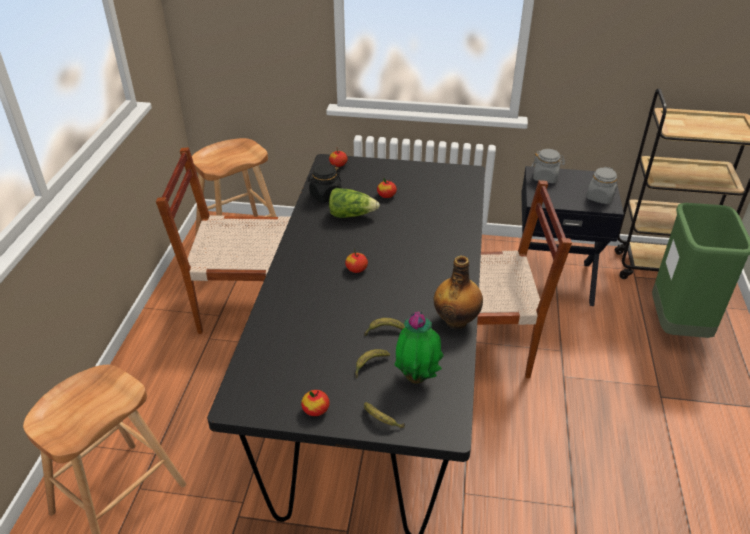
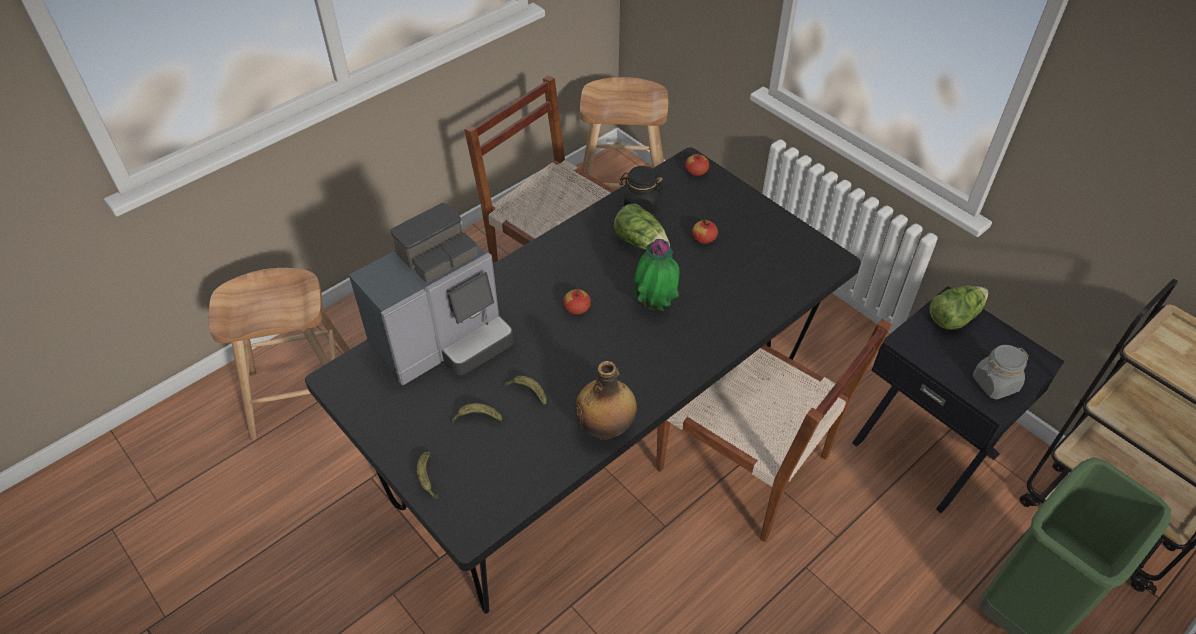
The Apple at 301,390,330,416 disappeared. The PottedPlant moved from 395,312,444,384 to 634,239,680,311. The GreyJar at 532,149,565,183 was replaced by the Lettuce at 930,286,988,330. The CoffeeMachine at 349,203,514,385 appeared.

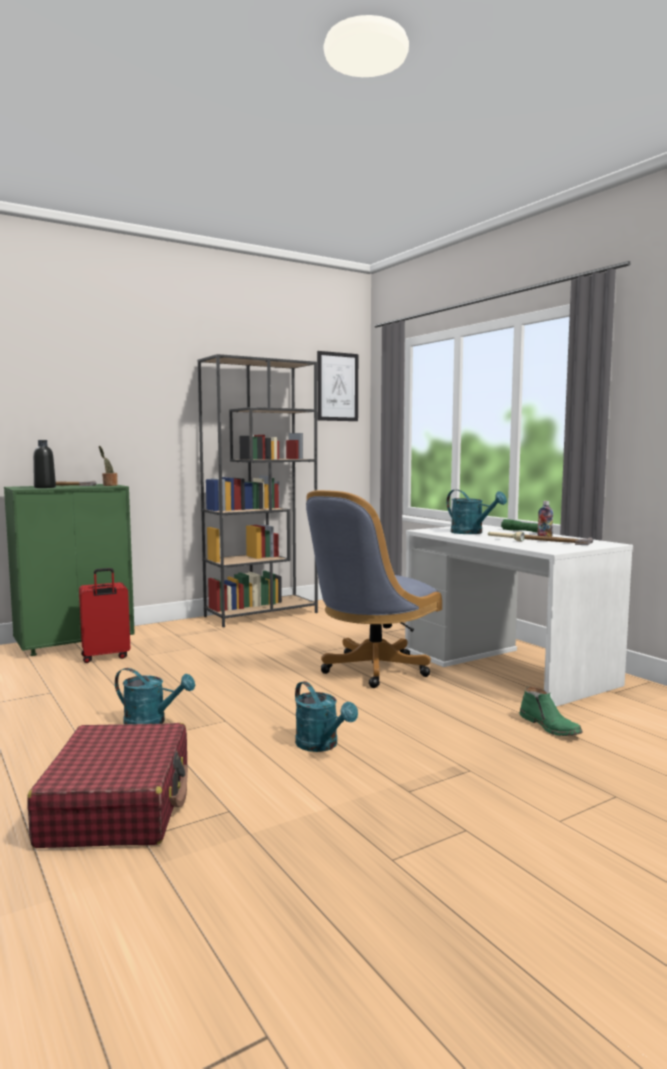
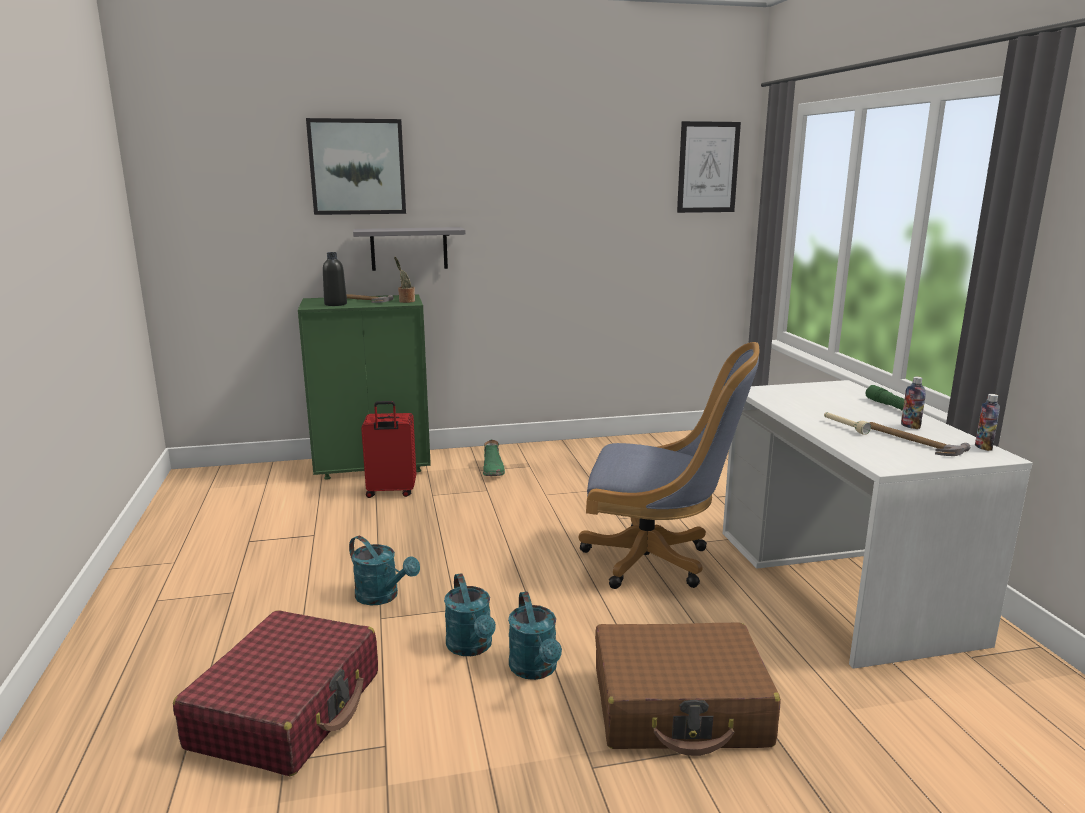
The Bookcase at 198,354,318,627 disappeared. The BlueOfficeChair at 306,490,442,688 turned 135 degrees counterclockwise. The TurquoiseWateringCan moved from 446,490,507,534 to 444,573,496,656. The GreenBoot moved from 520,687,583,736 to 483,440,505,476. The Picture at 306,118,406,215 appeared. The GreyShelf at 353,227,466,271 appeared. The BrownSuitcase at 595,623,781,756 appeared. The Bottle at 975,394,1000,451 appeared.

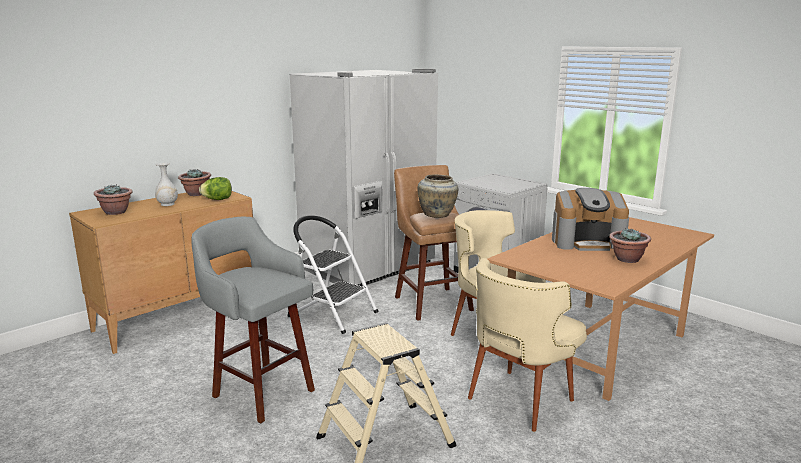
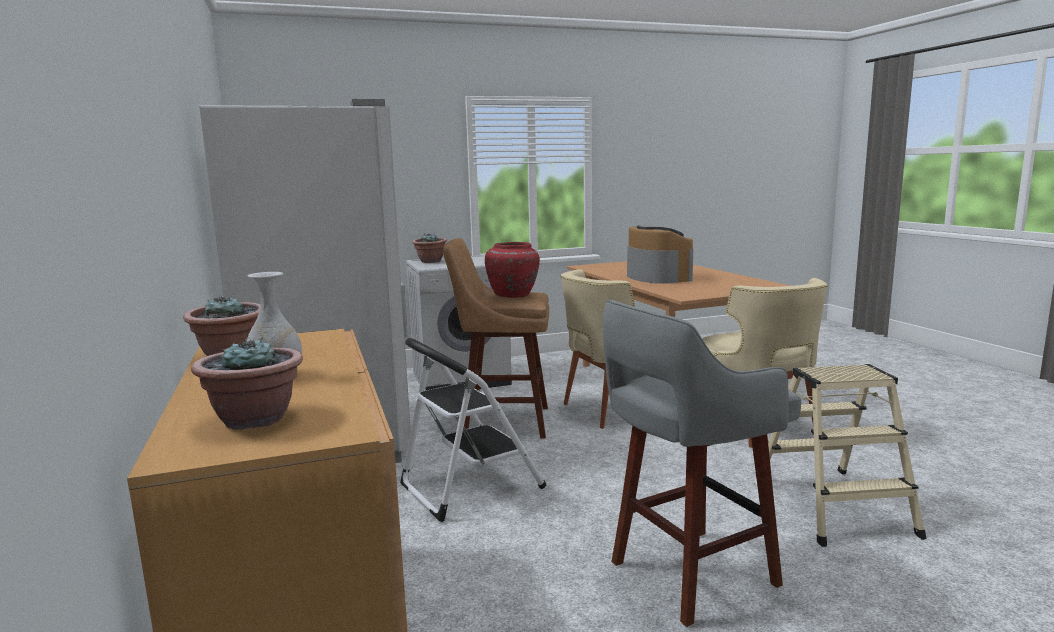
The Lettuce at 199,177,232,200 disappeared. The BeigeVase at 417,174,458,218 became the RedVase at 485,242,540,298. The CoffeeMachine at 552,188,629,251 turned 45 degrees counterclockwise. The PottedPlant moved from 609,228,651,263 to 412,233,447,263.

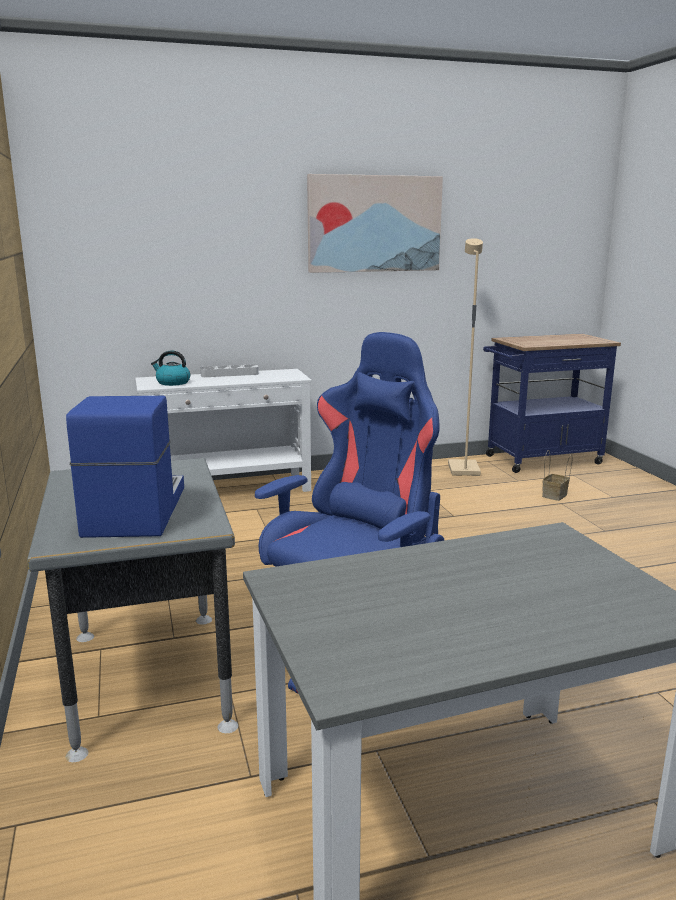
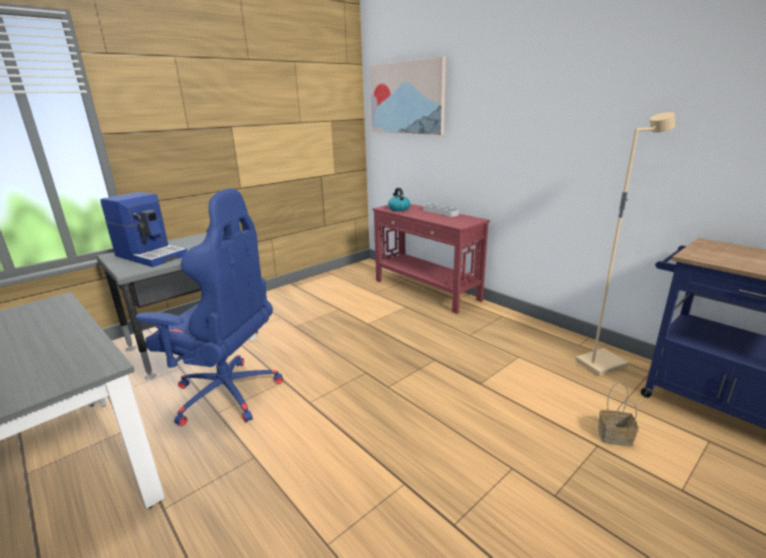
The CoffeeMachine at 66,396,184,538 turned 60 degrees clockwise. The WhiteConsoleTable at 135,369,312,492 became the RedConsoleTable at 373,204,490,314. The Picture moved from 307,174,443,273 to 370,56,446,135.

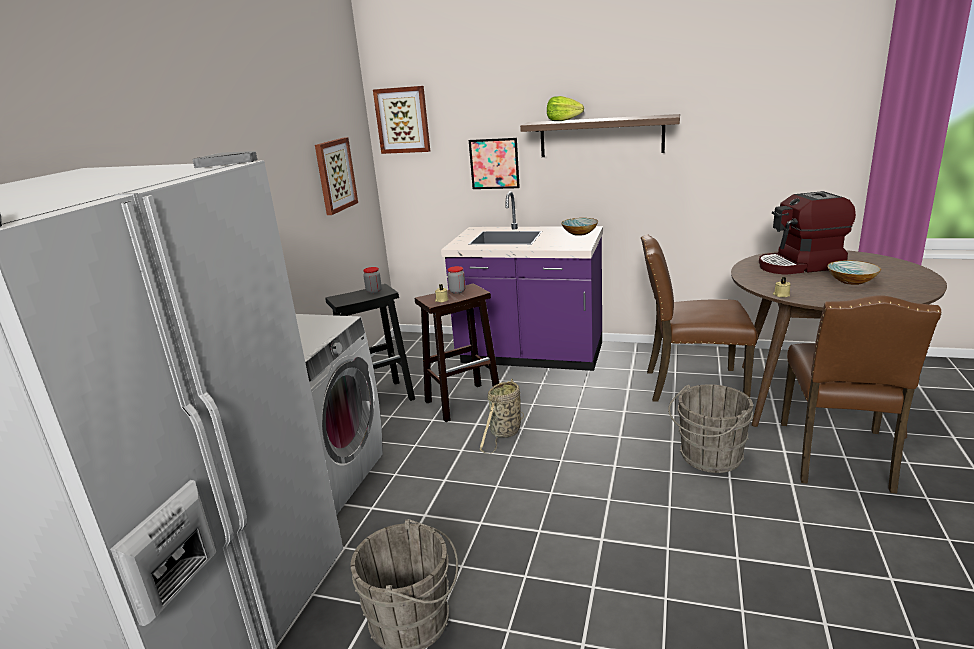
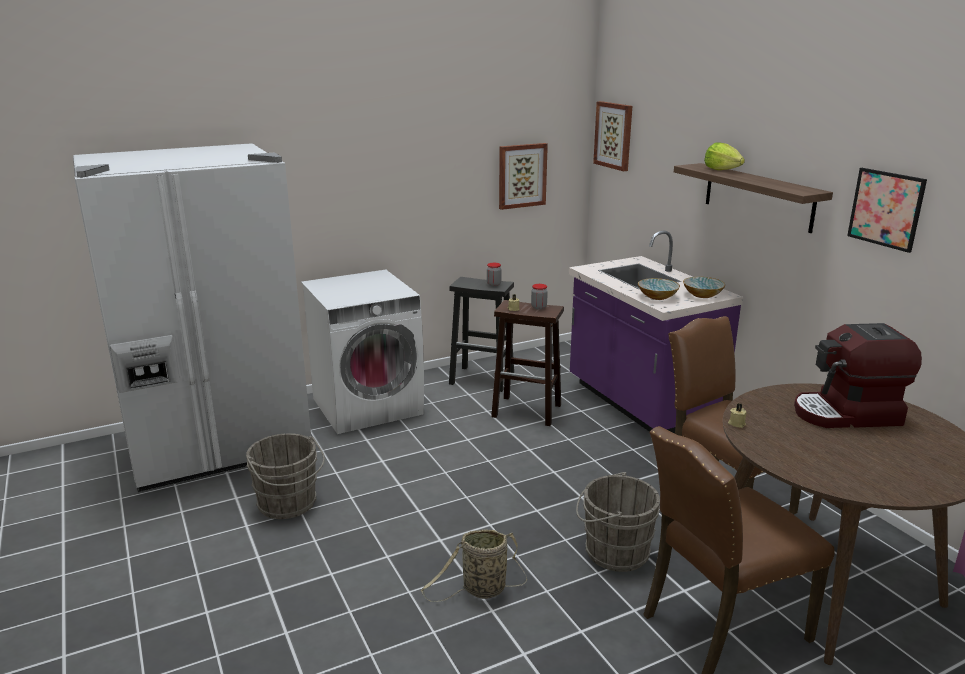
The Picture moved from 469,138,520,189 to 847,168,927,253. The Basket moved from 480,379,524,454 to 421,529,527,602. The CoffeeMachine at 759,191,856,275 turned 45 degrees counterclockwise. The Bowl moved from 827,260,881,285 to 638,278,680,300.

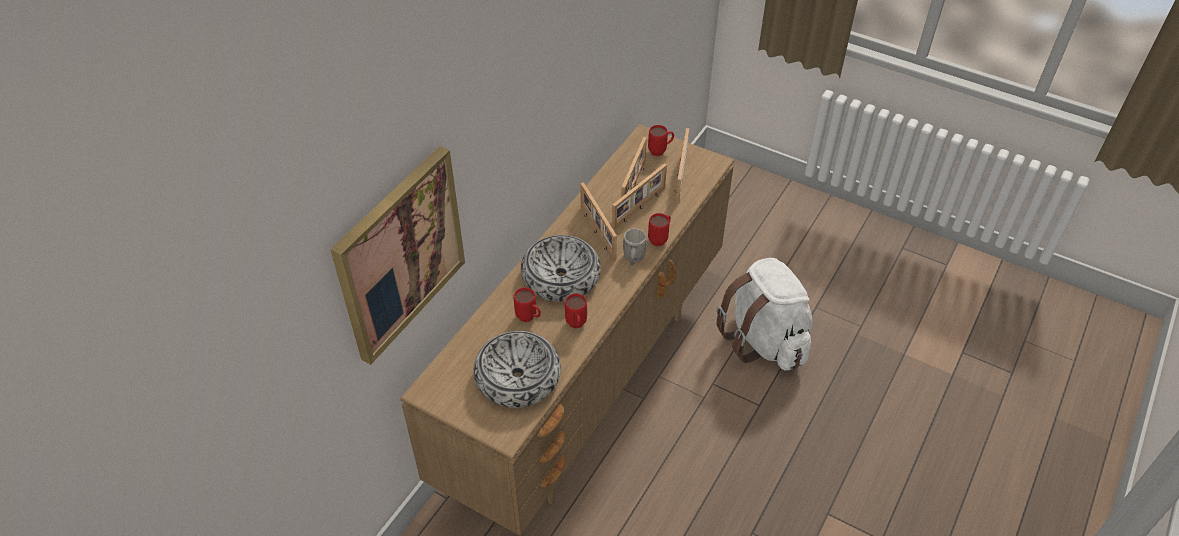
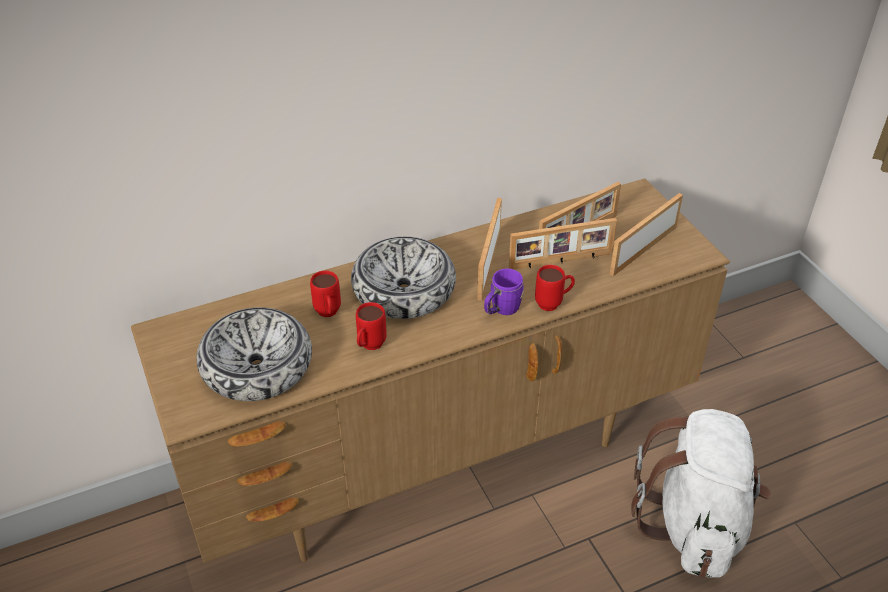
The Picture at 330,146,465,365 disappeared. The GreyMug at 623,228,647,266 became the PurpleMug at 484,269,524,315. The RedMug at 648,125,674,156 disappeared.

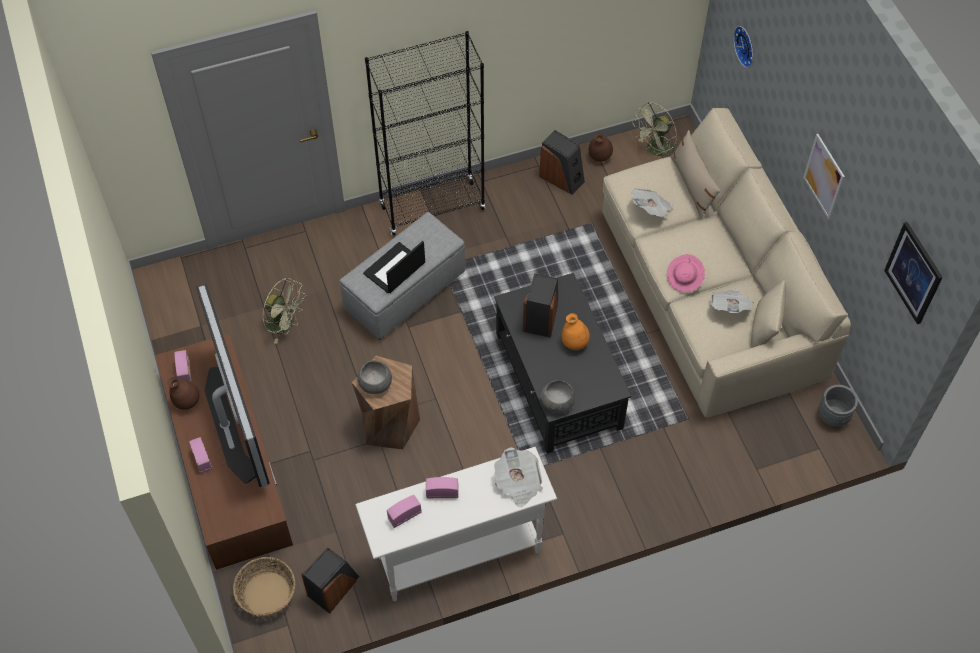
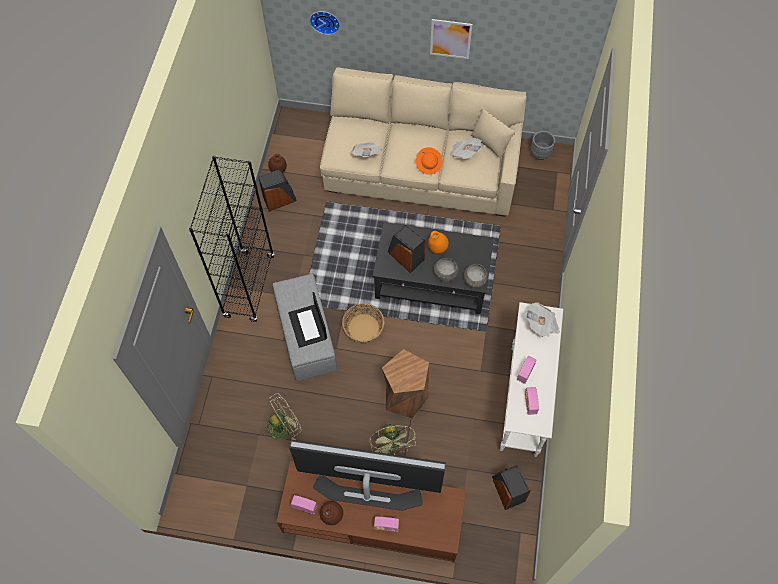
The Basket moved from 233,557,295,617 to 342,303,384,343. The GreyBowl moved from 358,360,392,394 to 434,258,459,282. The GreenFan moved from 632,102,677,157 to 369,423,416,454. The PinkHat at 667,254,705,293 became the OrangeHat at 416,147,443,175. The BeigePillow at 670,130,720,219 disappeared. The Picture at 884,222,943,324 disappeared.

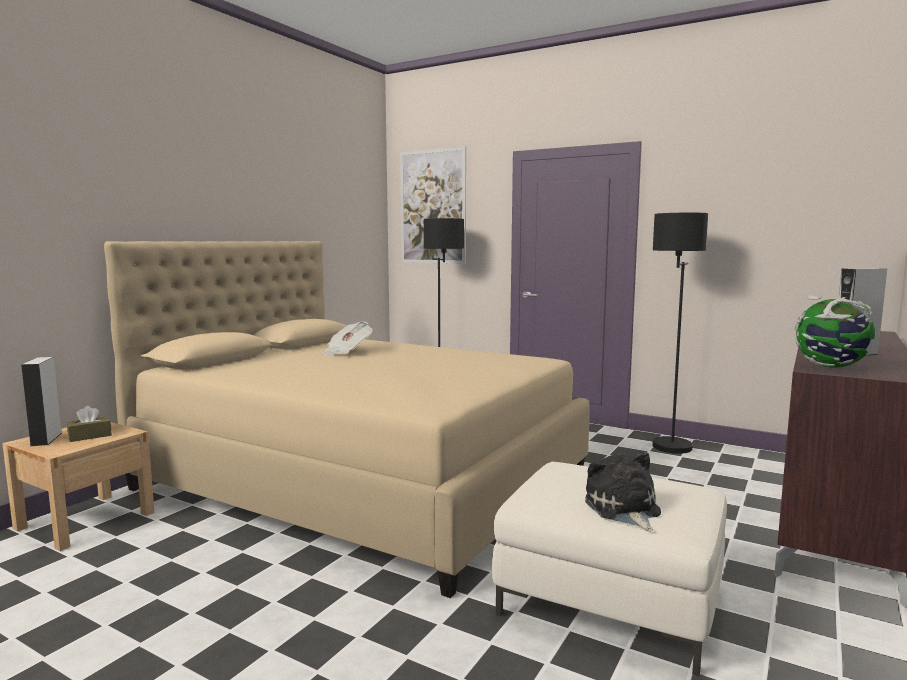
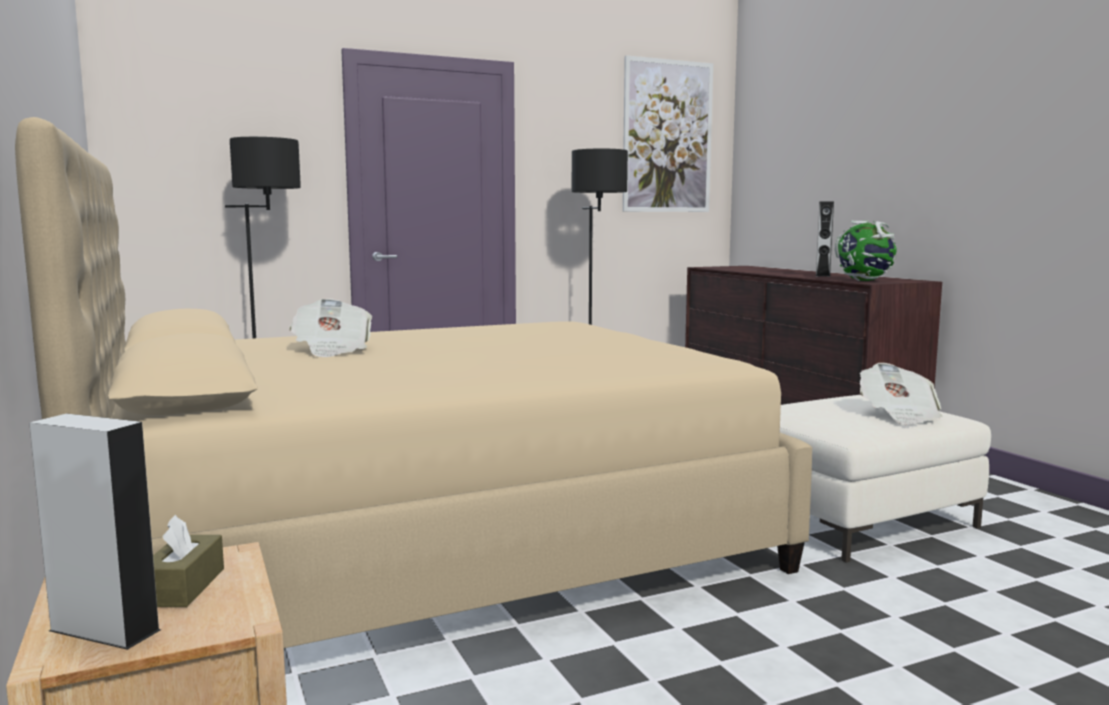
The Picture moved from 400,146,466,264 to 623,55,713,212. The PlushToy at 585,452,661,531 was replaced by the Newspaper at 860,363,942,425.

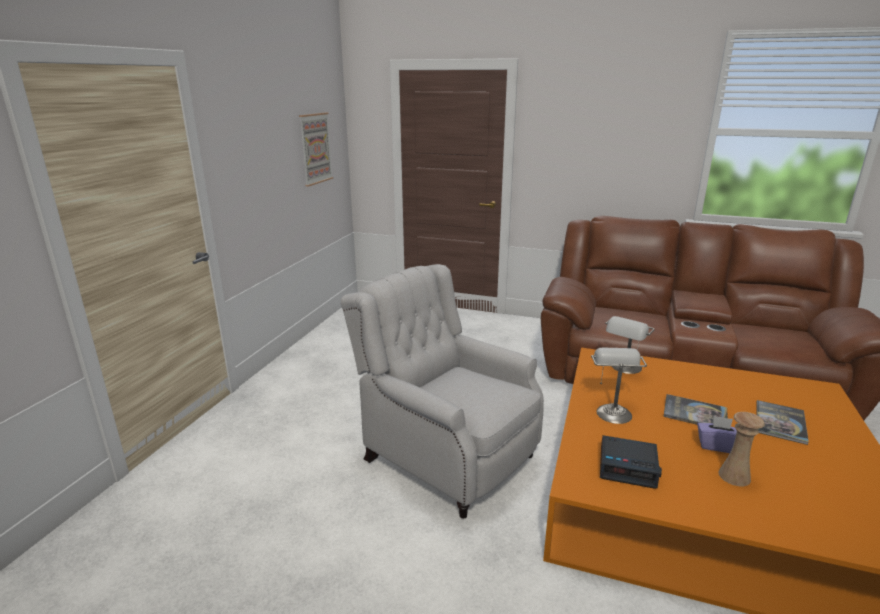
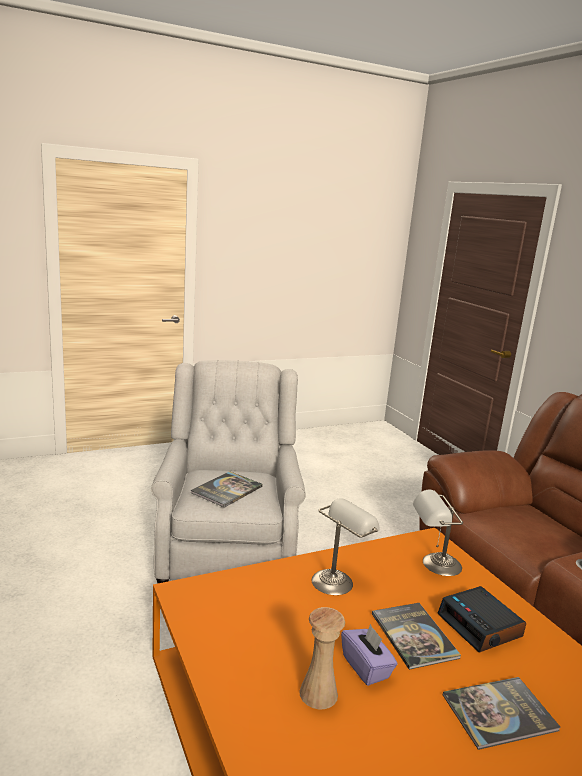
The Picture at 299,113,333,187 disappeared. The AlarmClock moved from 600,435,662,489 to 438,586,526,653. The Book at 191,471,263,508 appeared.

